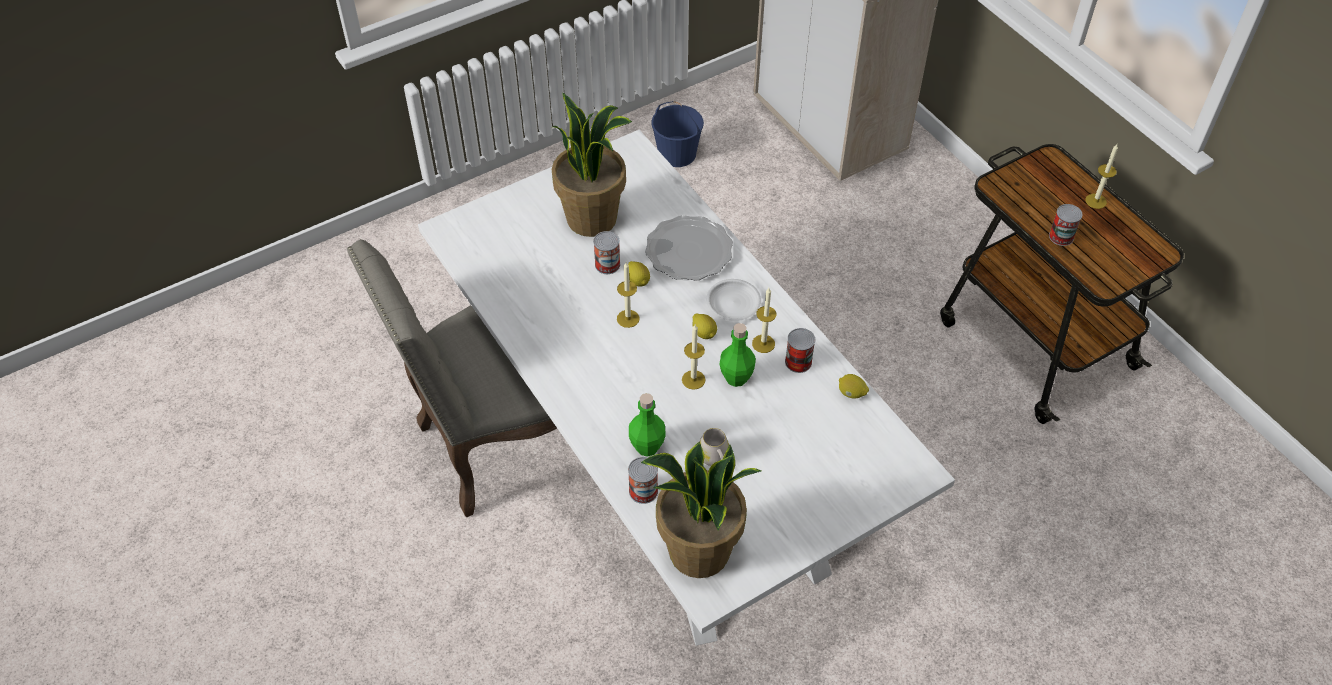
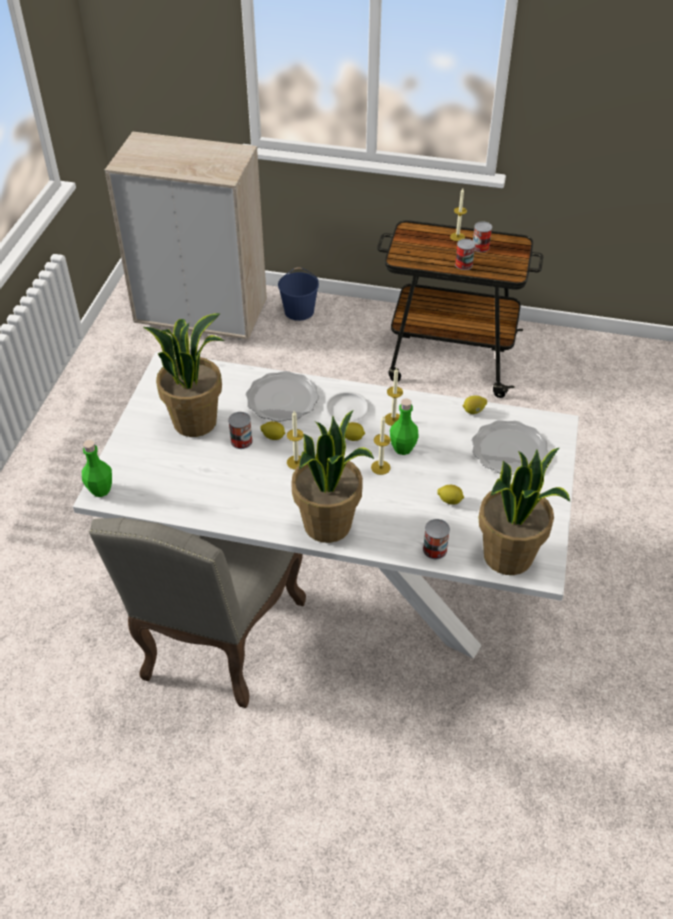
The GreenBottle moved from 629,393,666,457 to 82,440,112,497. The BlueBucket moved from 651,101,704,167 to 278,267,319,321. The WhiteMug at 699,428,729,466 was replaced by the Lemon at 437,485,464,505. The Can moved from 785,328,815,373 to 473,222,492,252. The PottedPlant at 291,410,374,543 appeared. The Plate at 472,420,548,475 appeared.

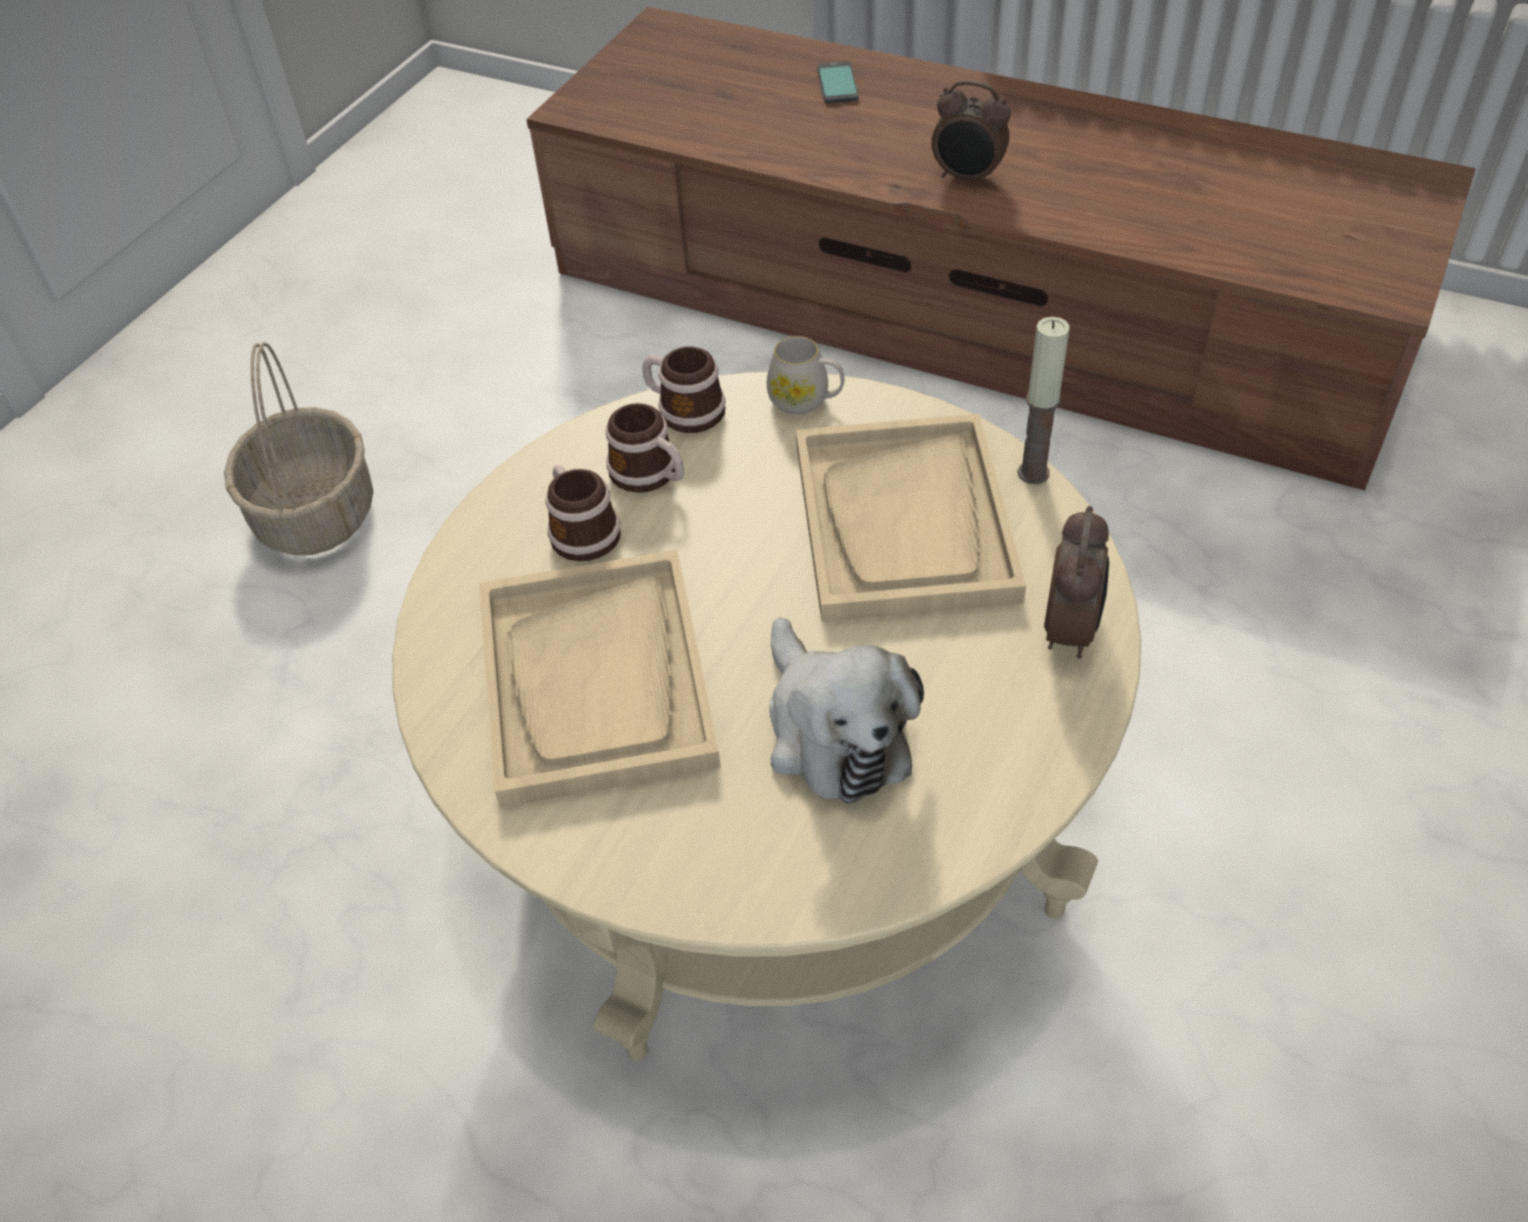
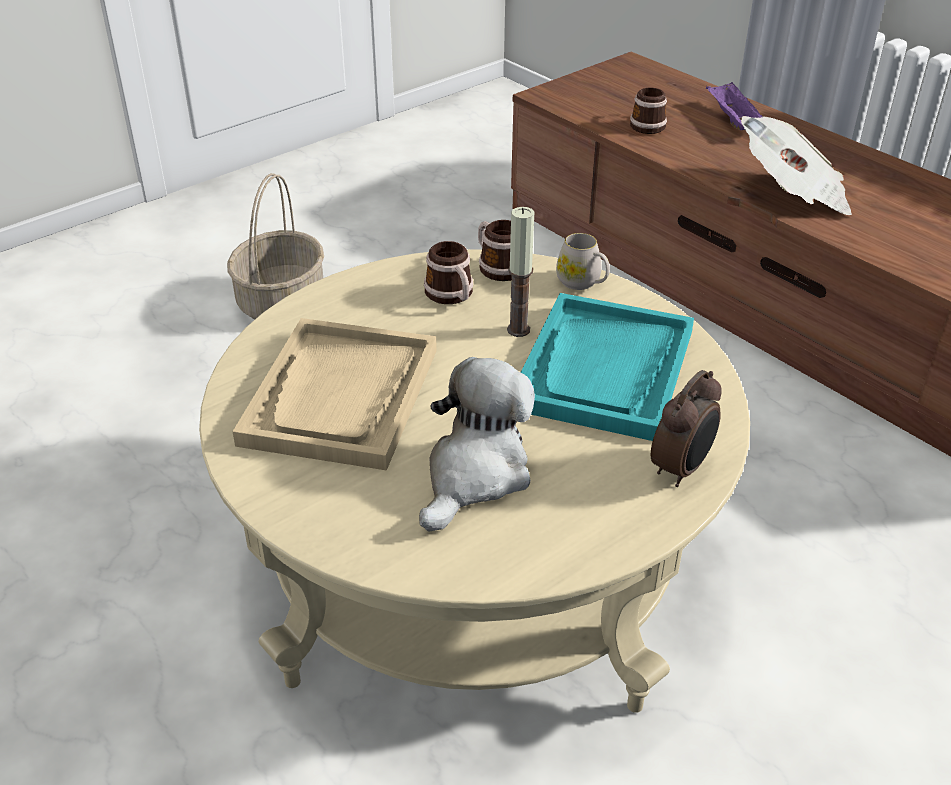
The Mug moved from 546,465,621,561 to 630,88,667,134. The PlushToy at 769,618,924,804 turned 150 degrees counterclockwise. The BeigeTray at 796,413,1026,622 became the TurquoiseTray at 520,293,694,441. The Phone at 817,61,859,104 was replaced by the PurpleTray at 706,82,763,130. The AlarmClock at 931,80,1011,186 was replaced by the Newspaper at 741,116,852,215. The Candle moved from 1017,317,1069,484 to 507,207,534,337.

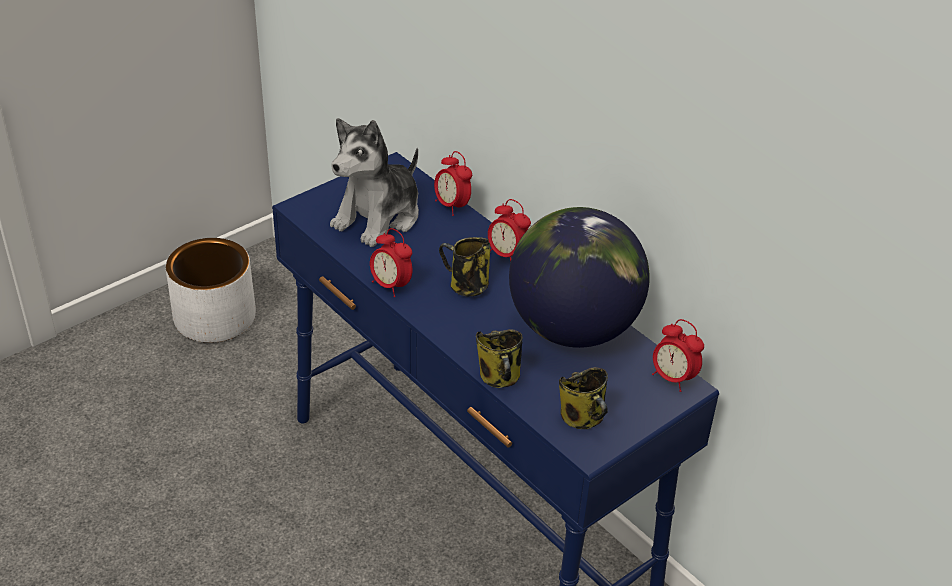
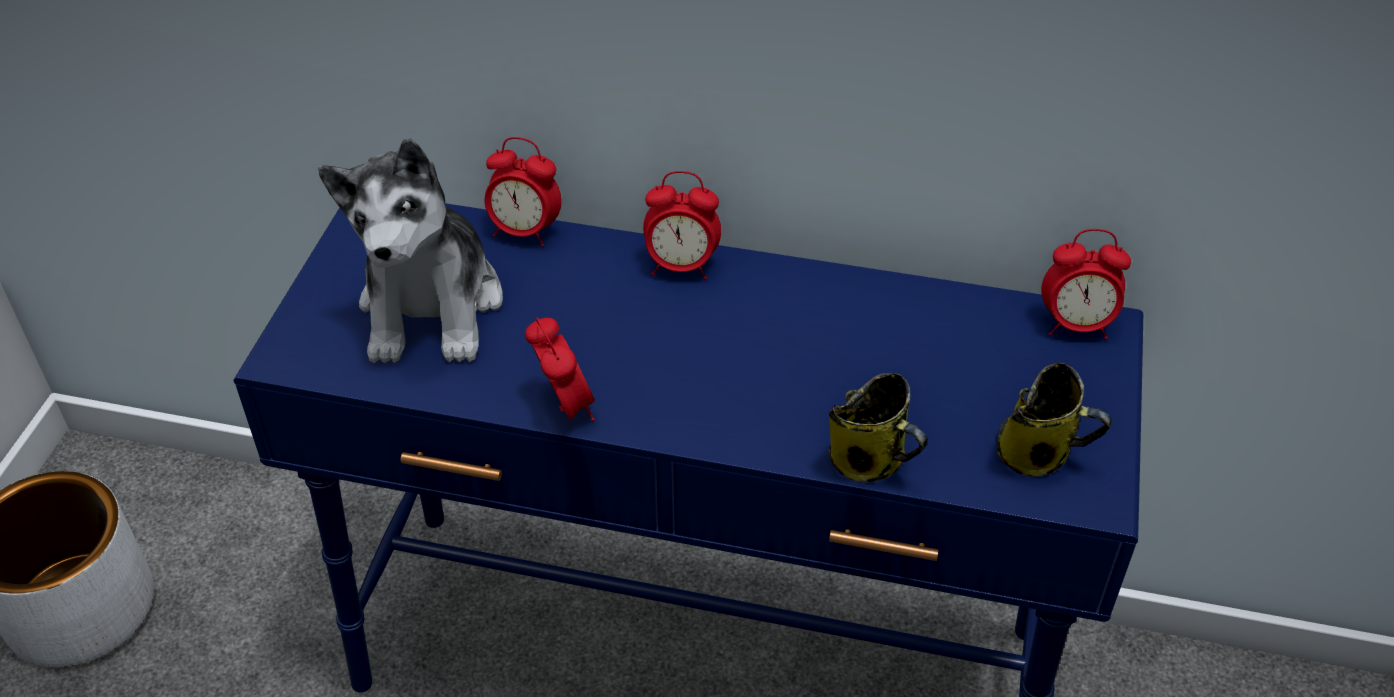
The AlarmClock at 370,228,412,297 turned 120 degrees counterclockwise. The Mug at 439,237,490,296 disappeared. The Globe at 509,207,650,348 disappeared.

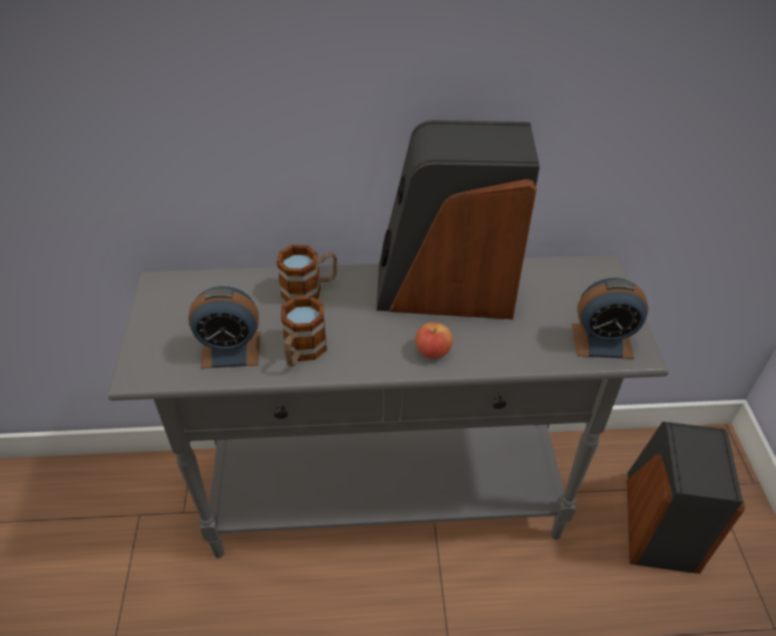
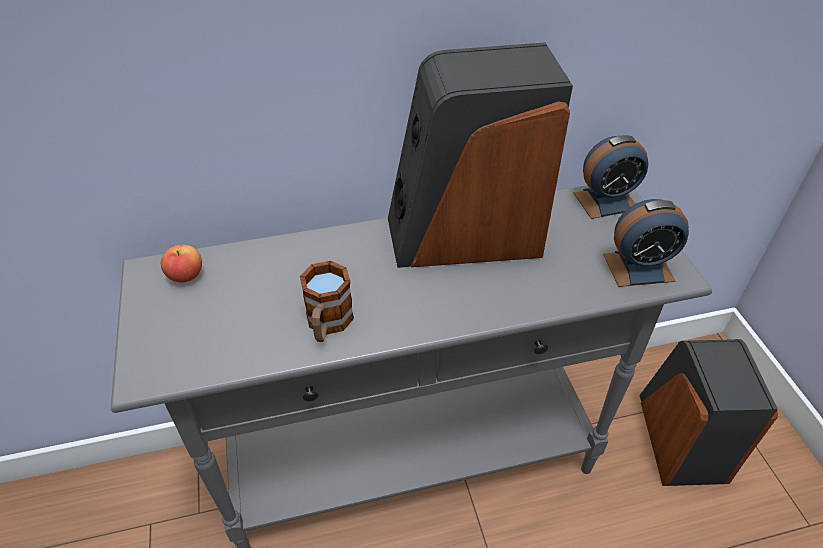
The AlarmClock moved from 188,286,260,369 to 573,135,648,219. The Mug at 276,245,337,302 disappeared. The Apple moved from 415,322,453,359 to 161,245,202,283.

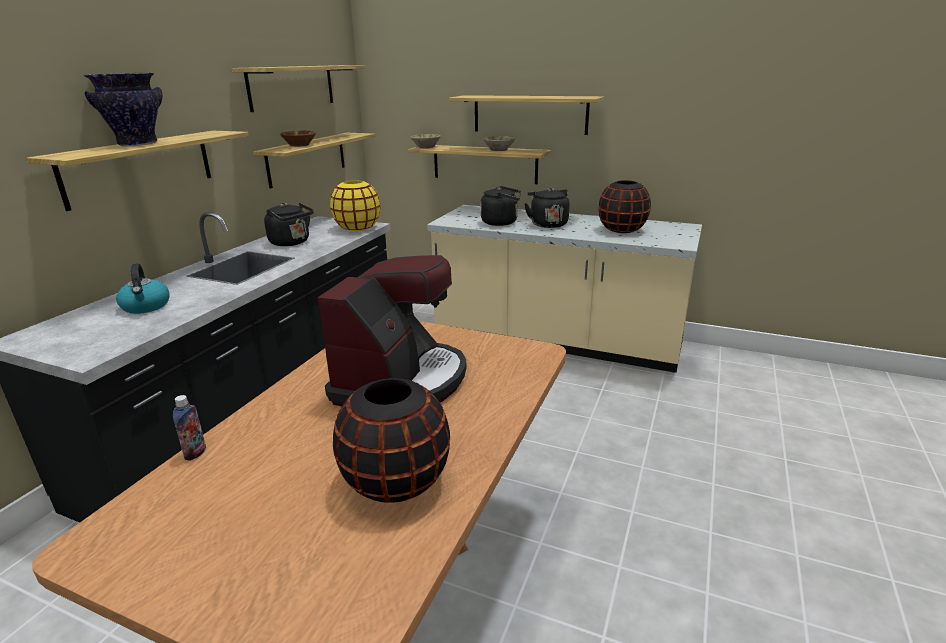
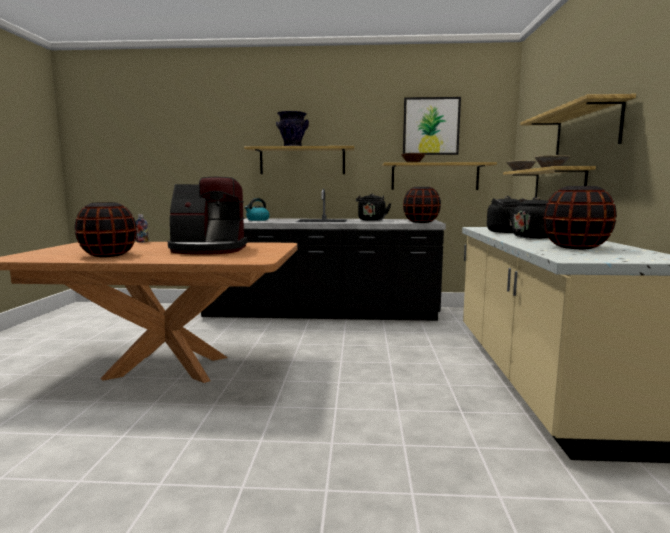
The Shelf at 232,65,366,112 was replaced by the Picture at 403,97,461,155. The YellowVase at 330,180,380,231 became the BlackVase at 403,187,441,223.

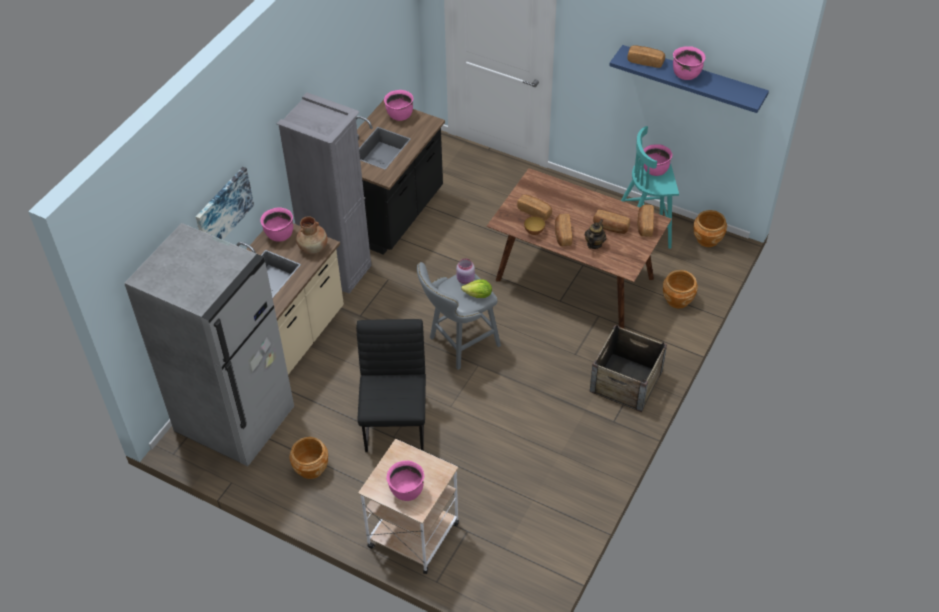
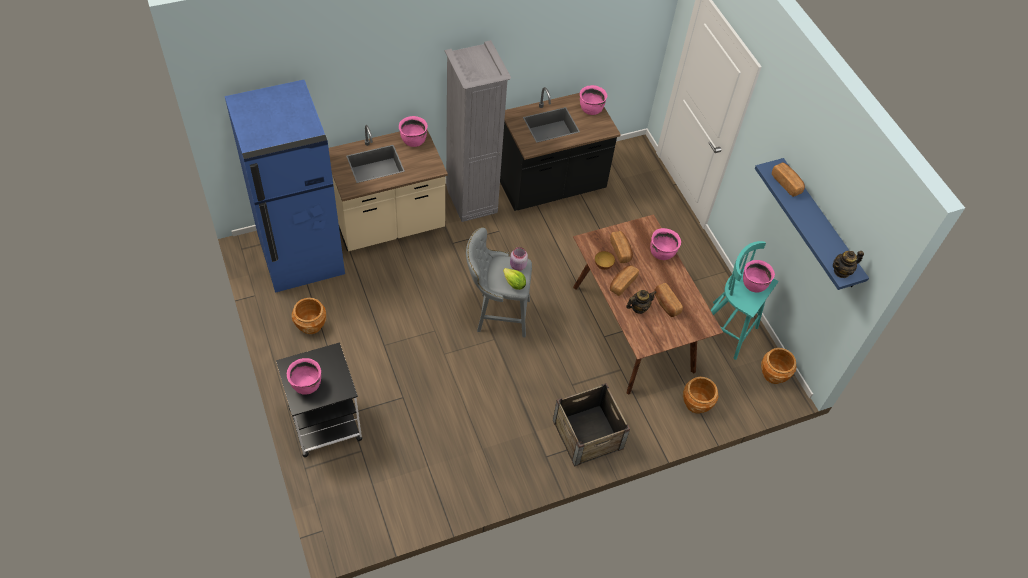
The GreyFridge at 124,223,294,467 became the BlueFridge at 225,80,345,293. The Picture at 196,167,254,240 disappeared. The BrownVase at 296,216,327,254 disappeared. The BlackChair at 356,319,426,452 disappeared. The BeigeCart at 358,439,459,574 became the BlackCart at 276,342,363,457. The Bread at 637,205,654,237 disappeared. The PinkCookingPot moved from 673,46,706,80 to 650,228,681,260. The Teapot at 833,251,864,278 appeared.

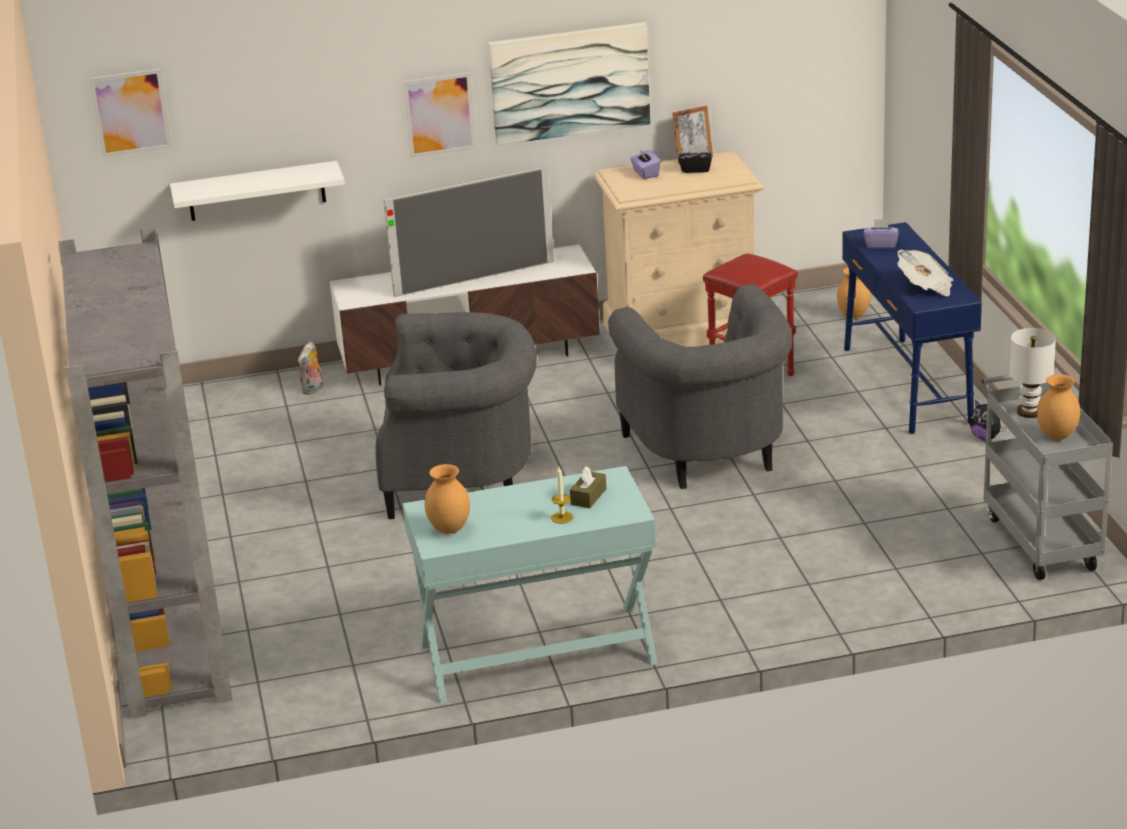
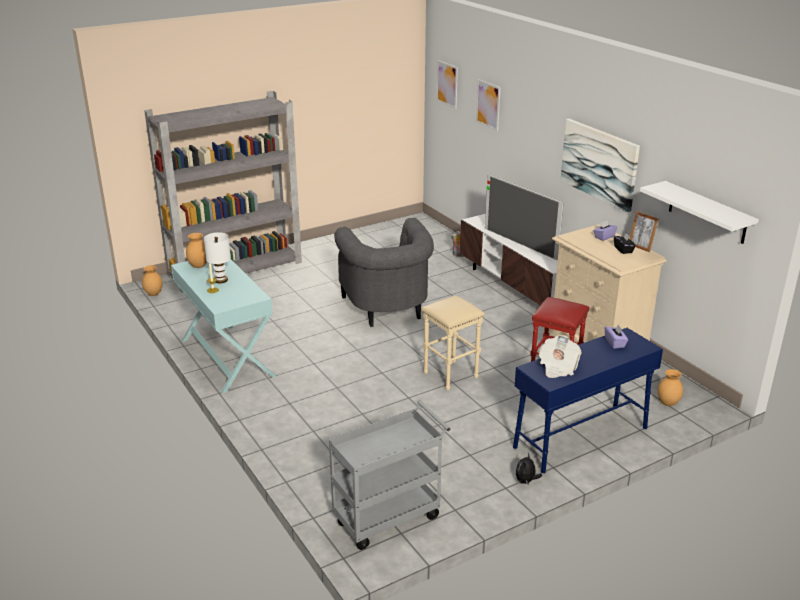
The WhiteShelf moved from 170,161,345,221 to 640,181,759,244. The Picture moved from 403,73,476,158 to 476,79,500,131. The BrownTissueBox at 570,466,606,508 disappeared. The GreyArmchair at 608,284,792,489 was replaced by the BeigeStool at 422,296,484,390. The WhiteTableLamp moved from 1009,328,1056,418 to 204,232,231,283. The BrownVase moved from 1037,374,1080,440 to 142,265,162,296.

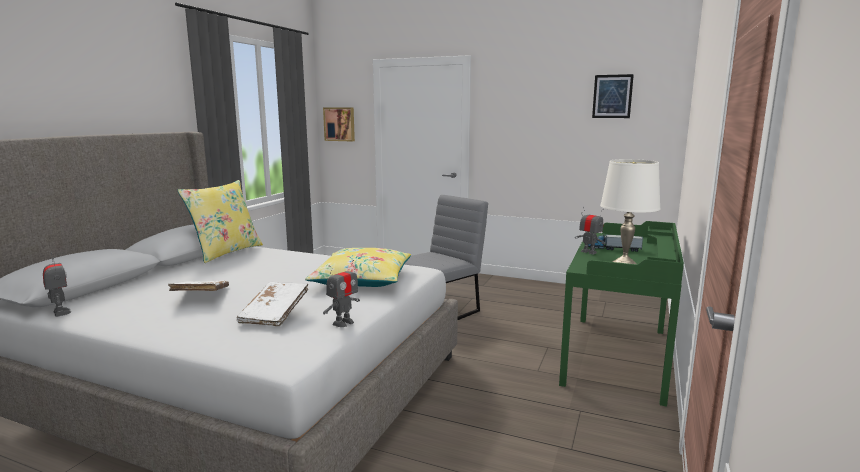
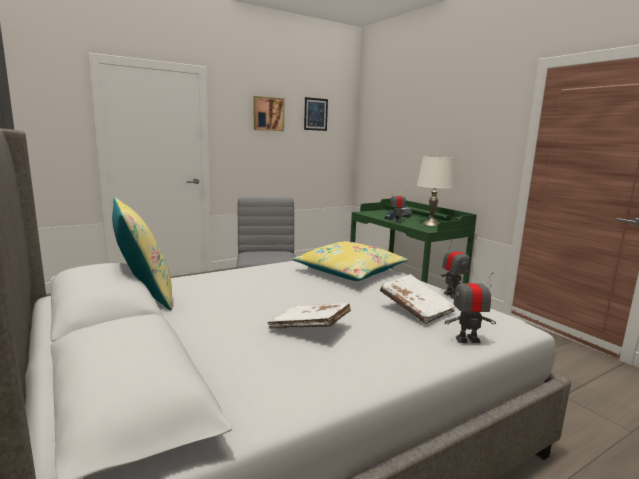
The ToyRobot moved from 43,253,71,317 to 445,272,496,343. The Picture moved from 323,107,355,141 to 254,96,284,131.

